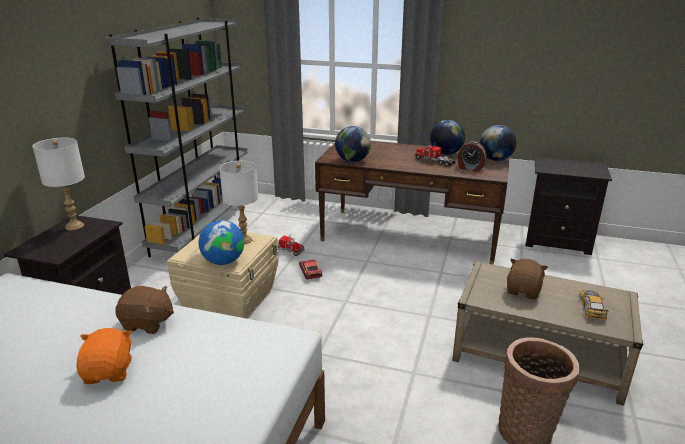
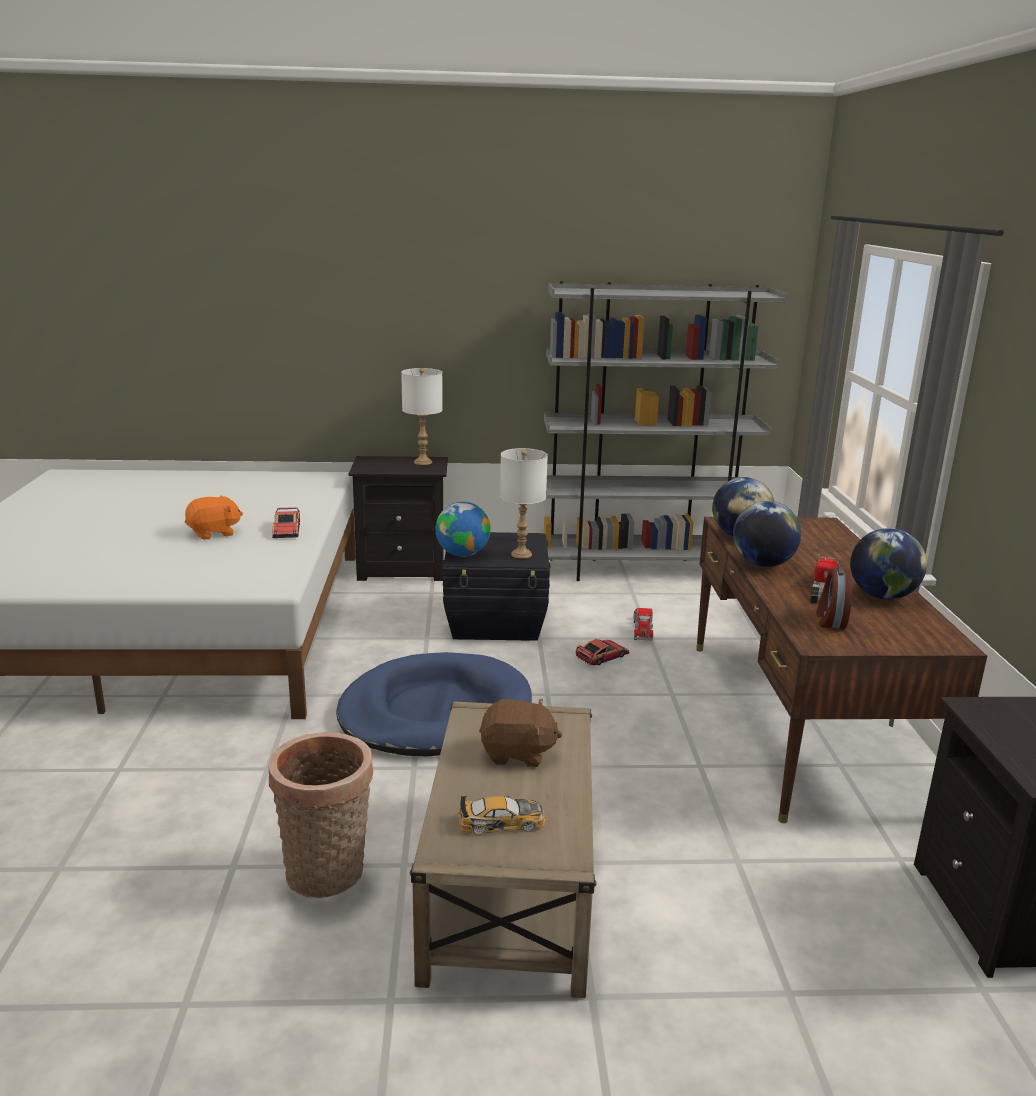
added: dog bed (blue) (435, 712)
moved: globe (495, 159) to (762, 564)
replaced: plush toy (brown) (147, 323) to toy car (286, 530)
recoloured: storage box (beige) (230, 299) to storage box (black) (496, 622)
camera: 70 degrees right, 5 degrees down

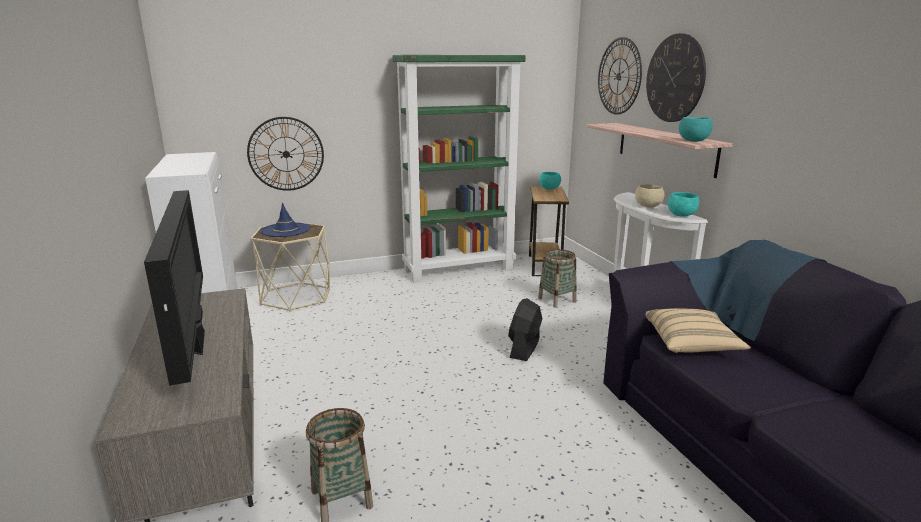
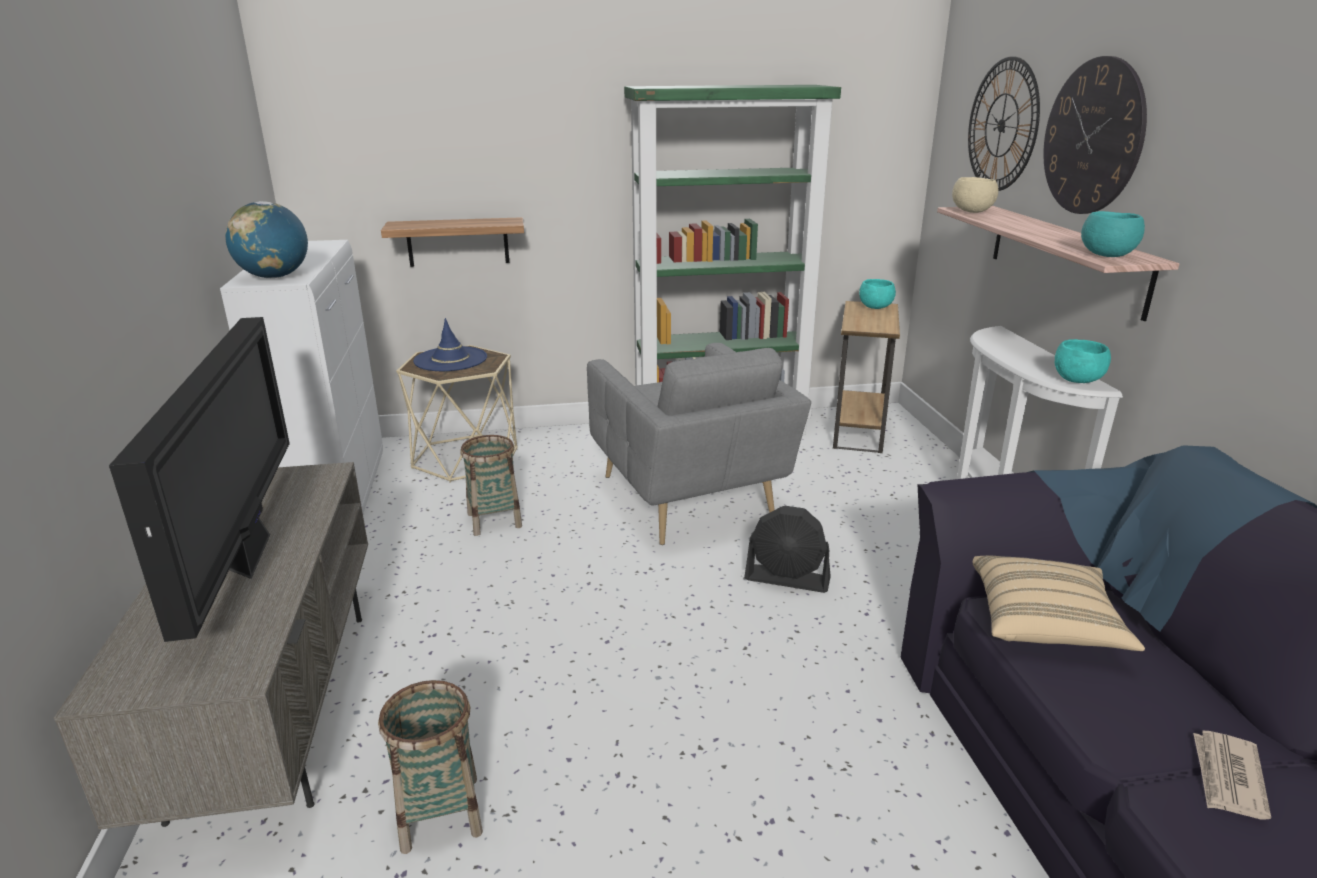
added: globe (274, 277); armchair (grey) (689, 501); newspaper (1227, 777)
moved: basket (557, 300) to (494, 520); bowl (beige) (648, 206) to (972, 212)
replaced: wall clock (286, 154) to shelf (458, 242)
turned: fan (black) (524, 348) = (787, 579) 105 degrees counterclockwise
camera: 10 degrees right, 5 degrees up

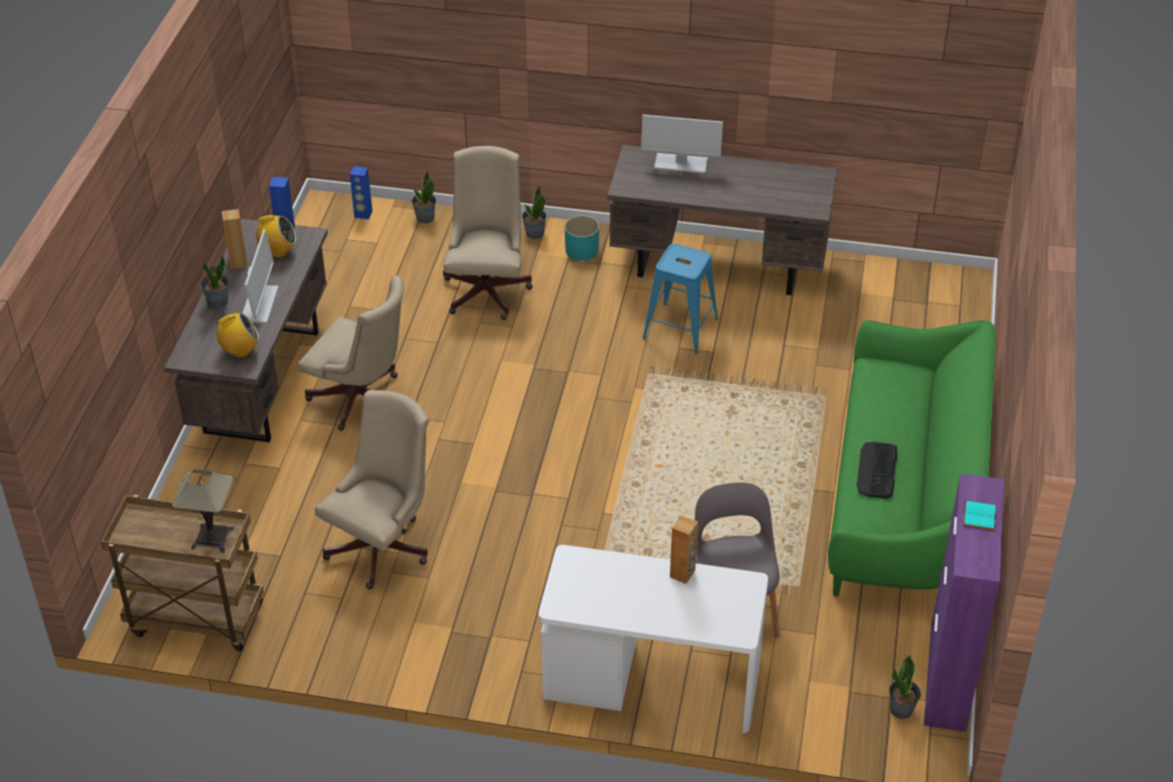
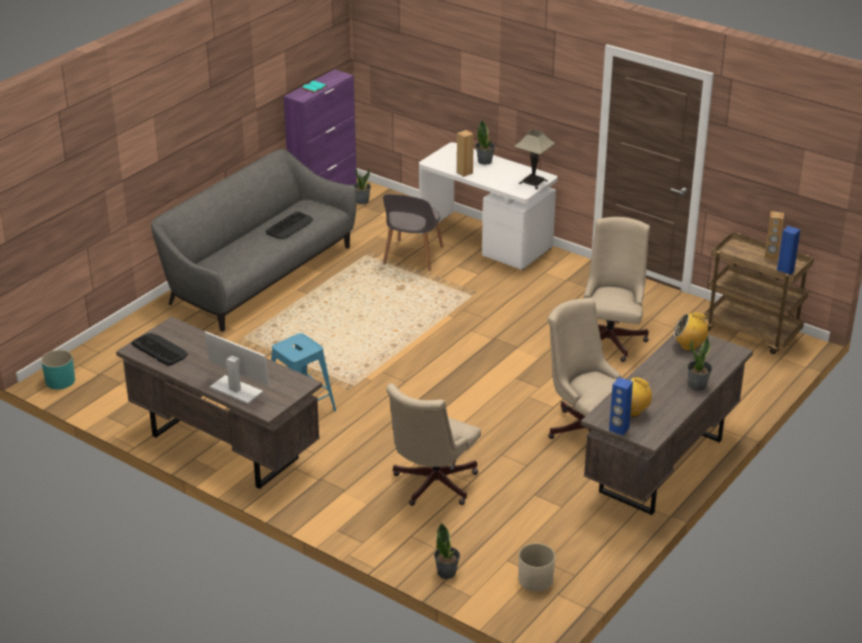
removed: monitor (259, 305)
added: keyboard (159, 349); planter (beige) (535, 580)
moved: table lamp (212, 538) to (533, 182); speaker (brown) (238, 262) to (771, 256); speaker (blue) (363, 214) to (785, 272); potted plant (534, 233) to (485, 161); planter (turquoise) (581, 250) to (60, 381)
recoloured: sofa (green) (904, 499) to sofa (grey) (258, 275)
turned: office chair (beige) (383, 545) = (611, 338) 135 degrees clockwise
camera: 155 degrees left, 10 degrees down

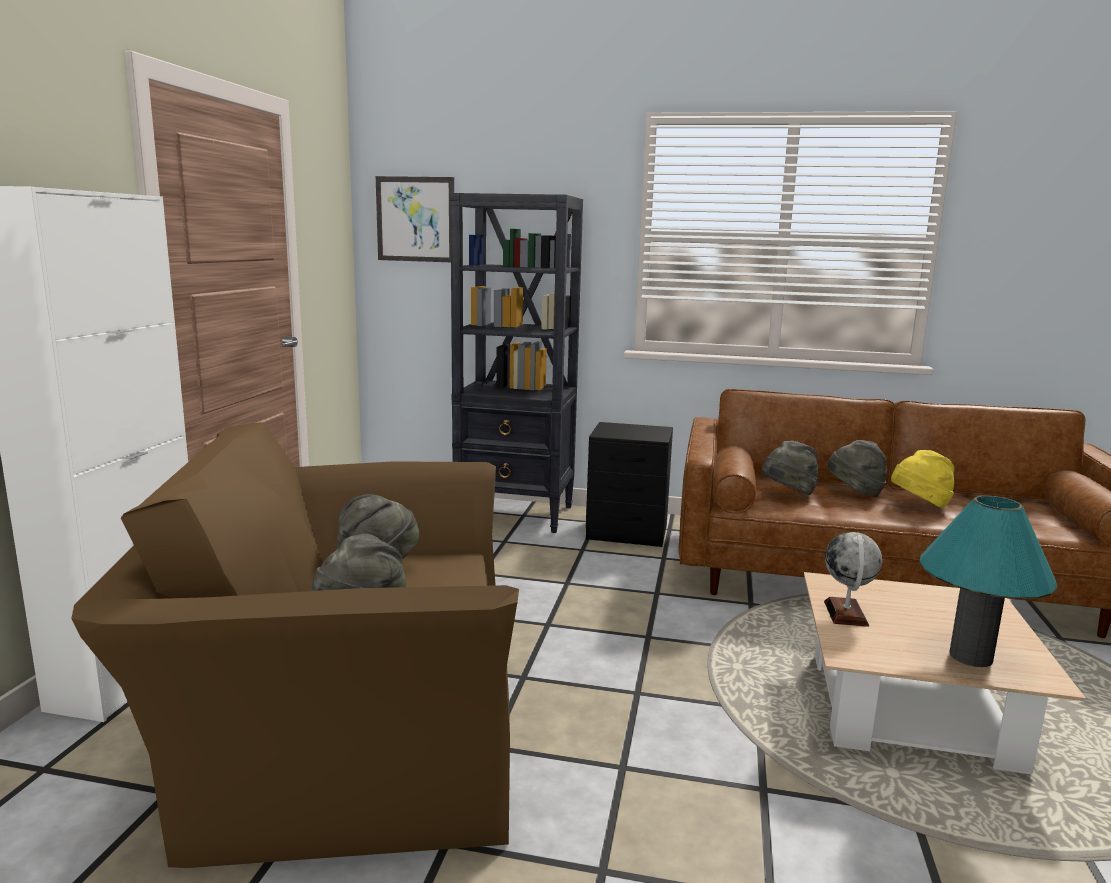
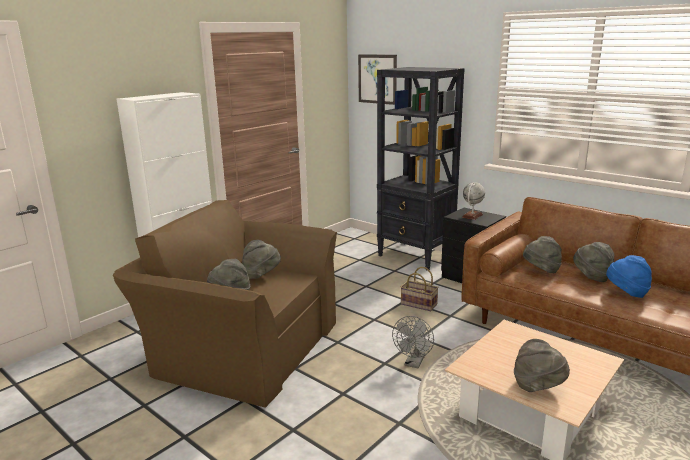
added: fan (grey) (414, 363); basket (417, 304)
moved: globe (846, 613) to (472, 216)
replaced: table lamp (turquoise) (970, 656) to hat (grey) (538, 387)
recoloured: hat (yellow) (919, 506) to hat (blue) (626, 293)
camera: 30 degrees right, 5 degrees up

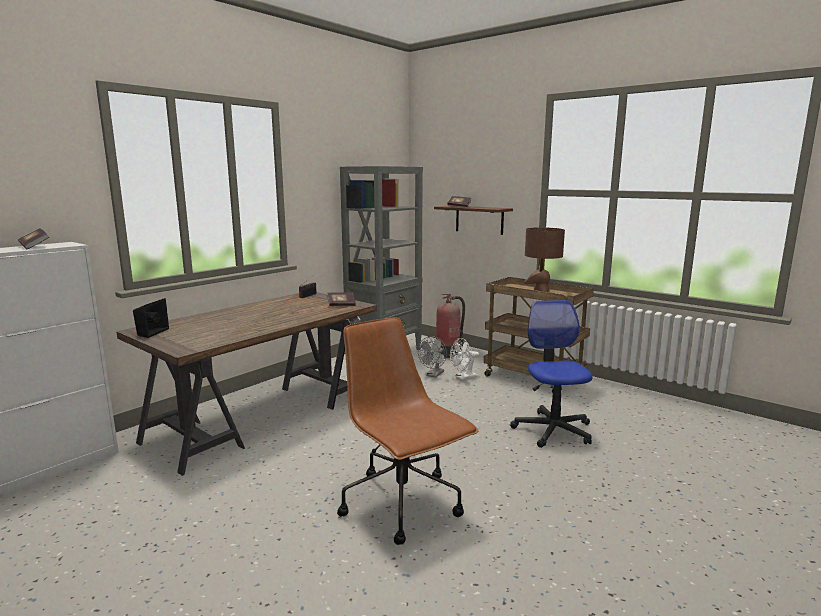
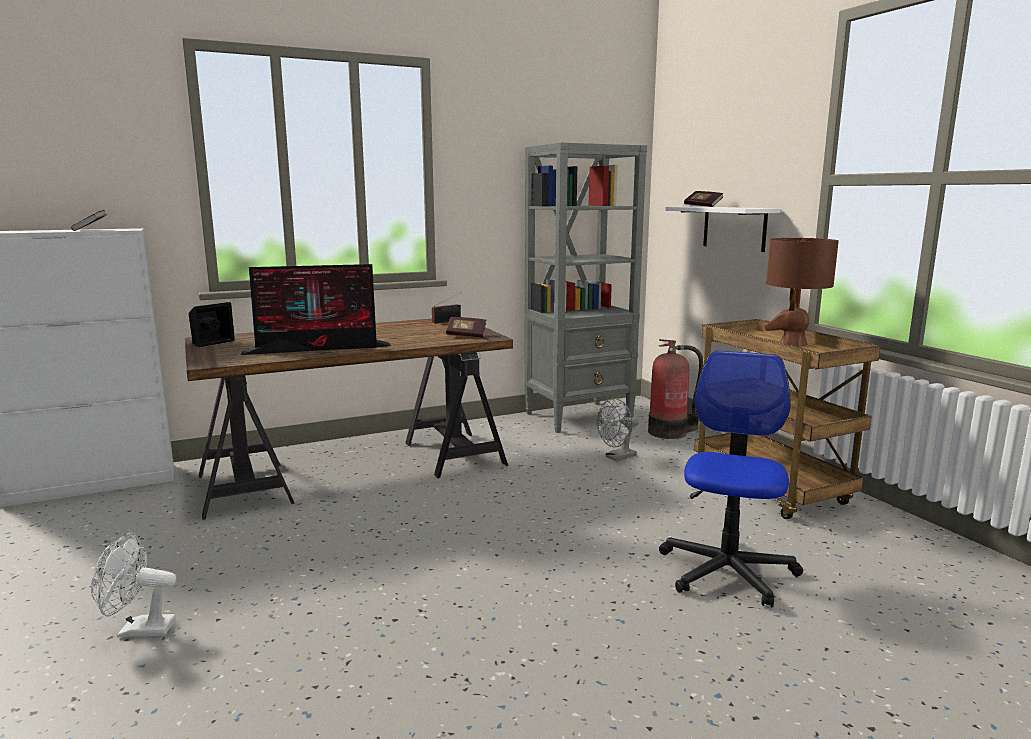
removed: office chair (brown) (403, 504)
added: monitor (320, 348)
moved: fan (white) (463, 378) to (138, 630)
recoloured: shelf (brown) (479, 219) to shelf (white) (734, 228)
camera: 25 degrees right, 0 degrees up

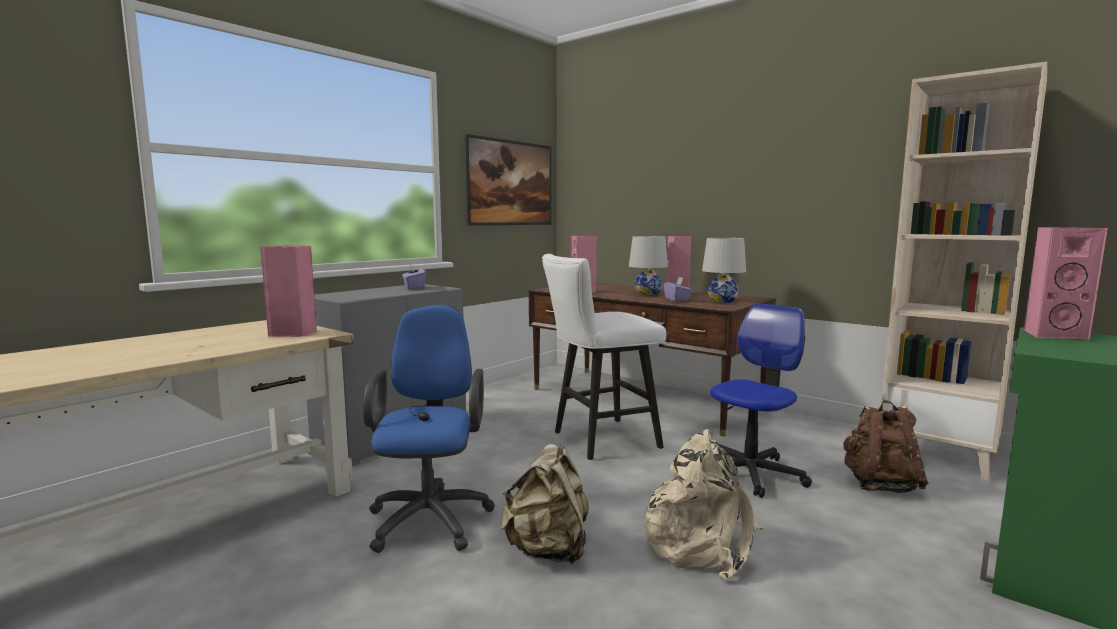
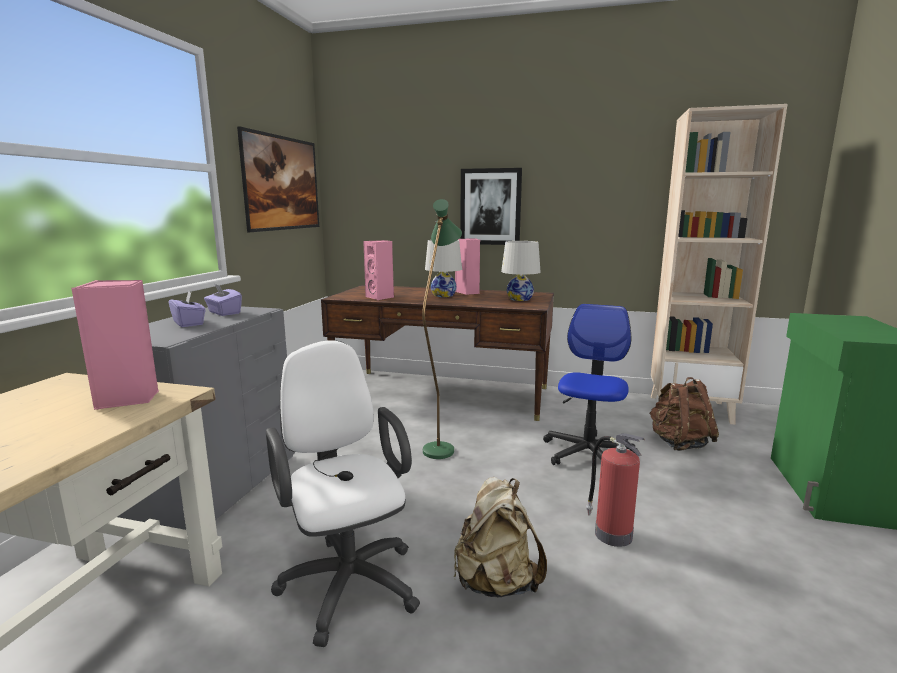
removed: speaker (pink) (1052, 335)
added: picture (490, 207)
moved: tissue box (purple) (677, 300) to (189, 323)
replaced: stool (white) (599, 440) to floor lamp (green) (440, 446); backpack (beige) (702, 543) to fire extinguisher (611, 533)
recoloured: office chair (blue) (431, 517) to office chair (white) (347, 579)
camera: 25 degrees left, 5 degrees up

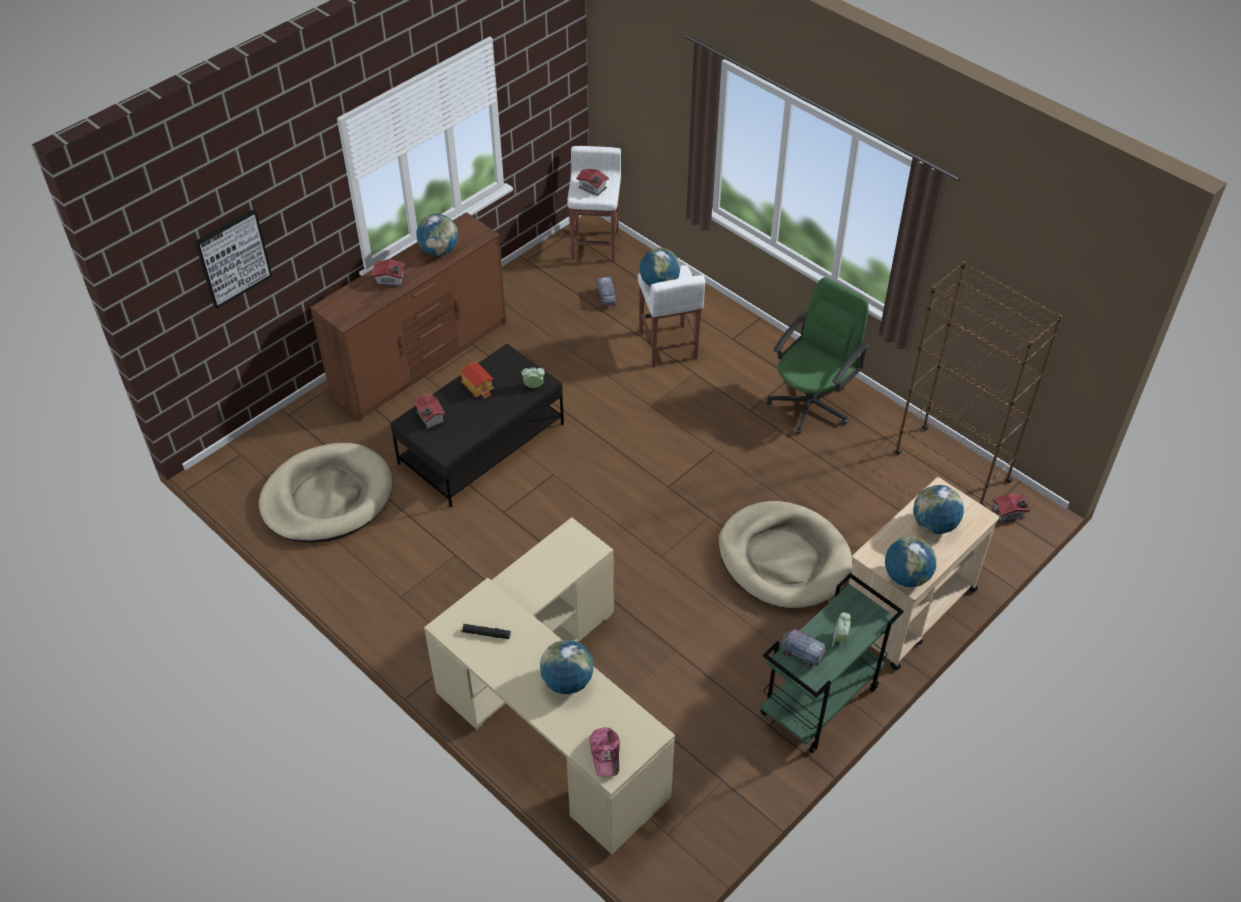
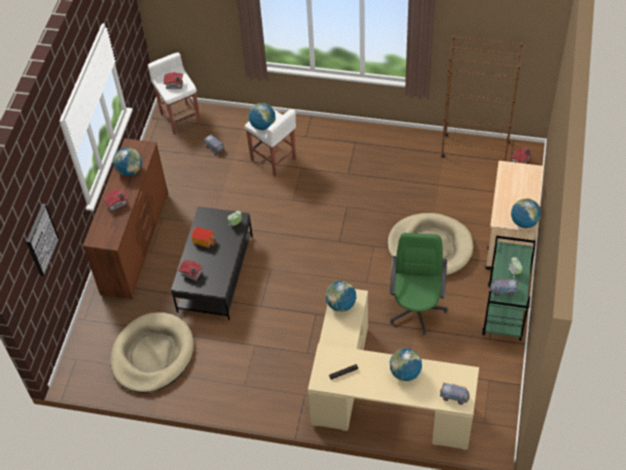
moved: office chair (green) (811, 404) to (416, 308); globe (934, 525) to (341, 304)
replaced: cap (605, 753) to toy truck (454, 397)
camera: 30 degrees left, 5 degrees up

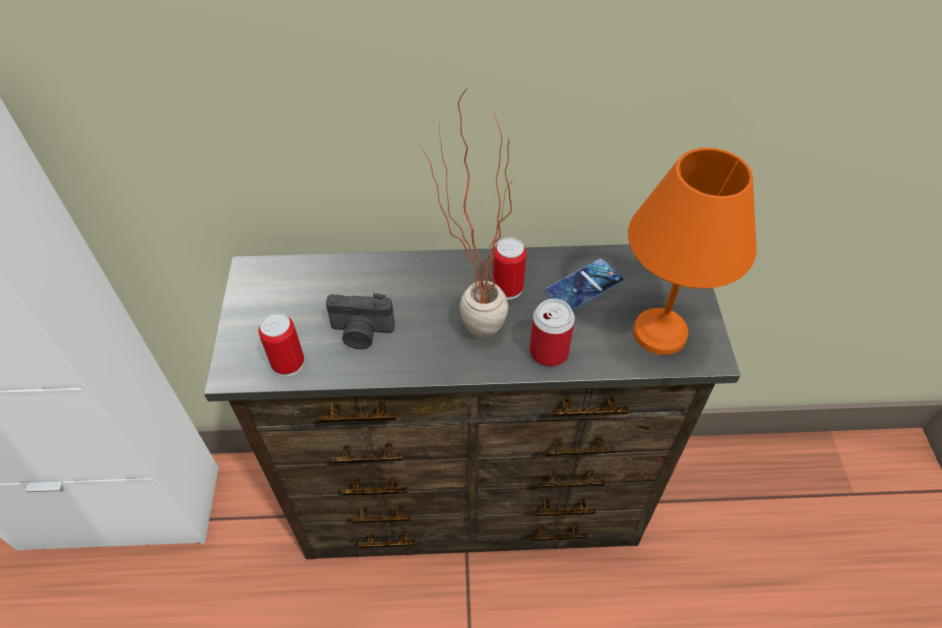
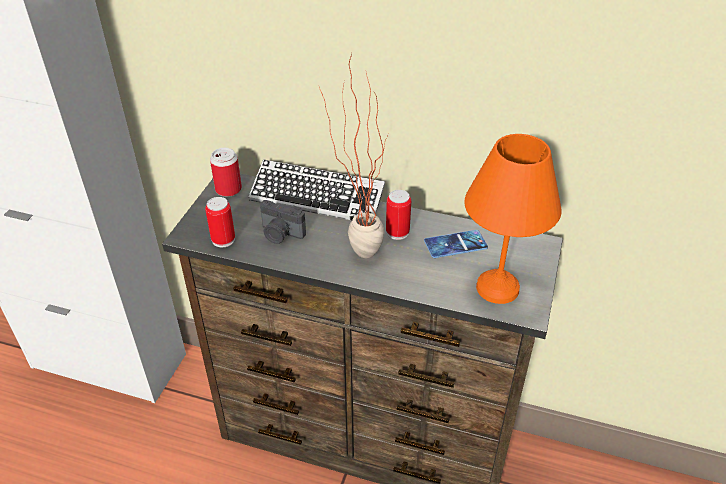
added: keyboard (317, 198)
moved: can (548, 352) to (228, 189)
camera: 20 degrees right, 10 degrees down

